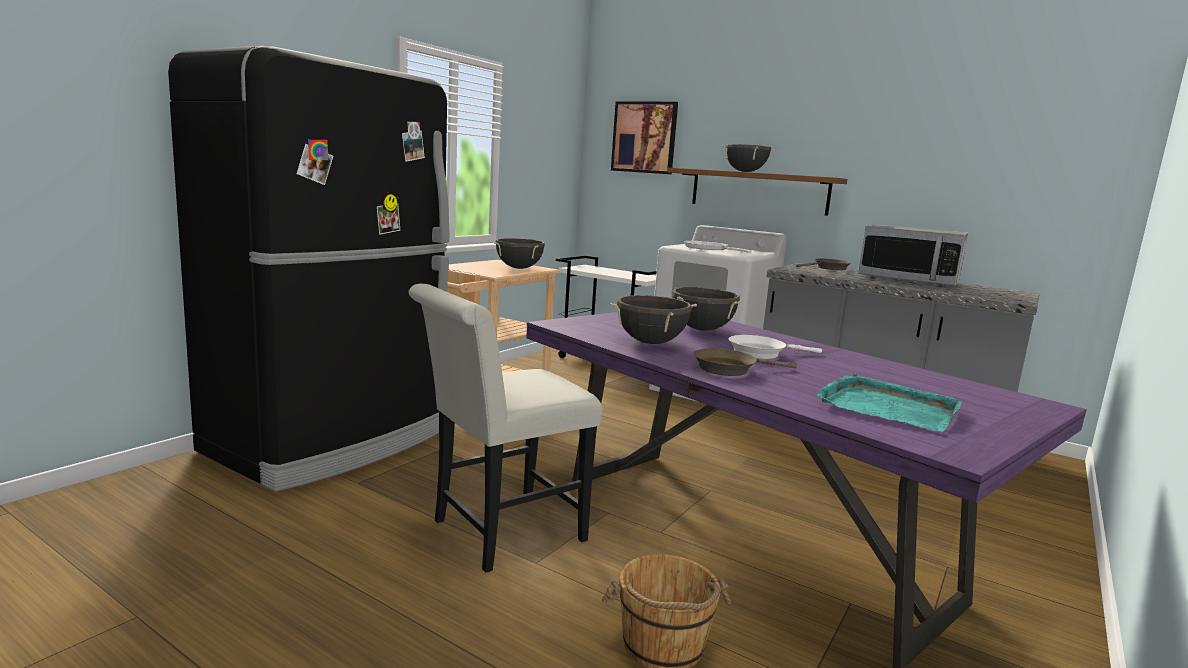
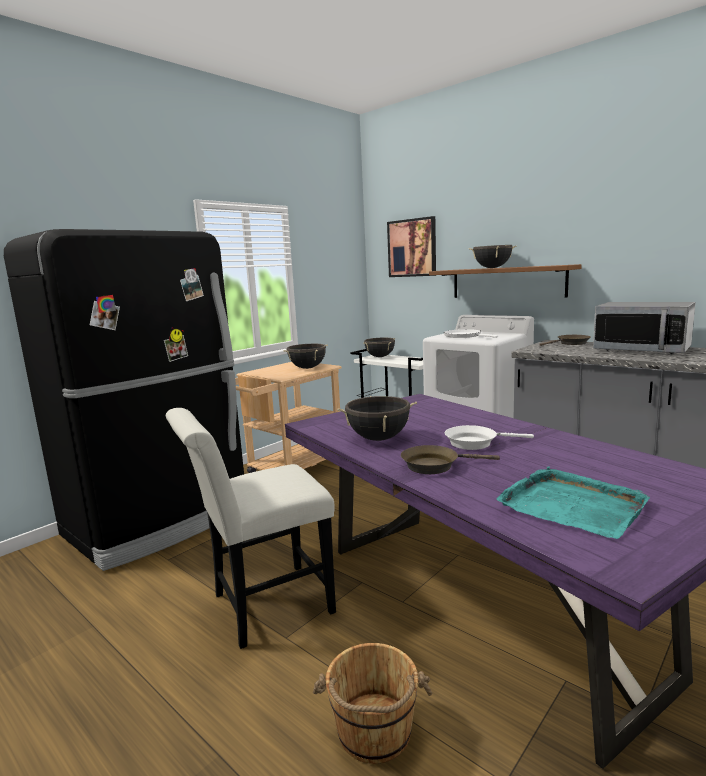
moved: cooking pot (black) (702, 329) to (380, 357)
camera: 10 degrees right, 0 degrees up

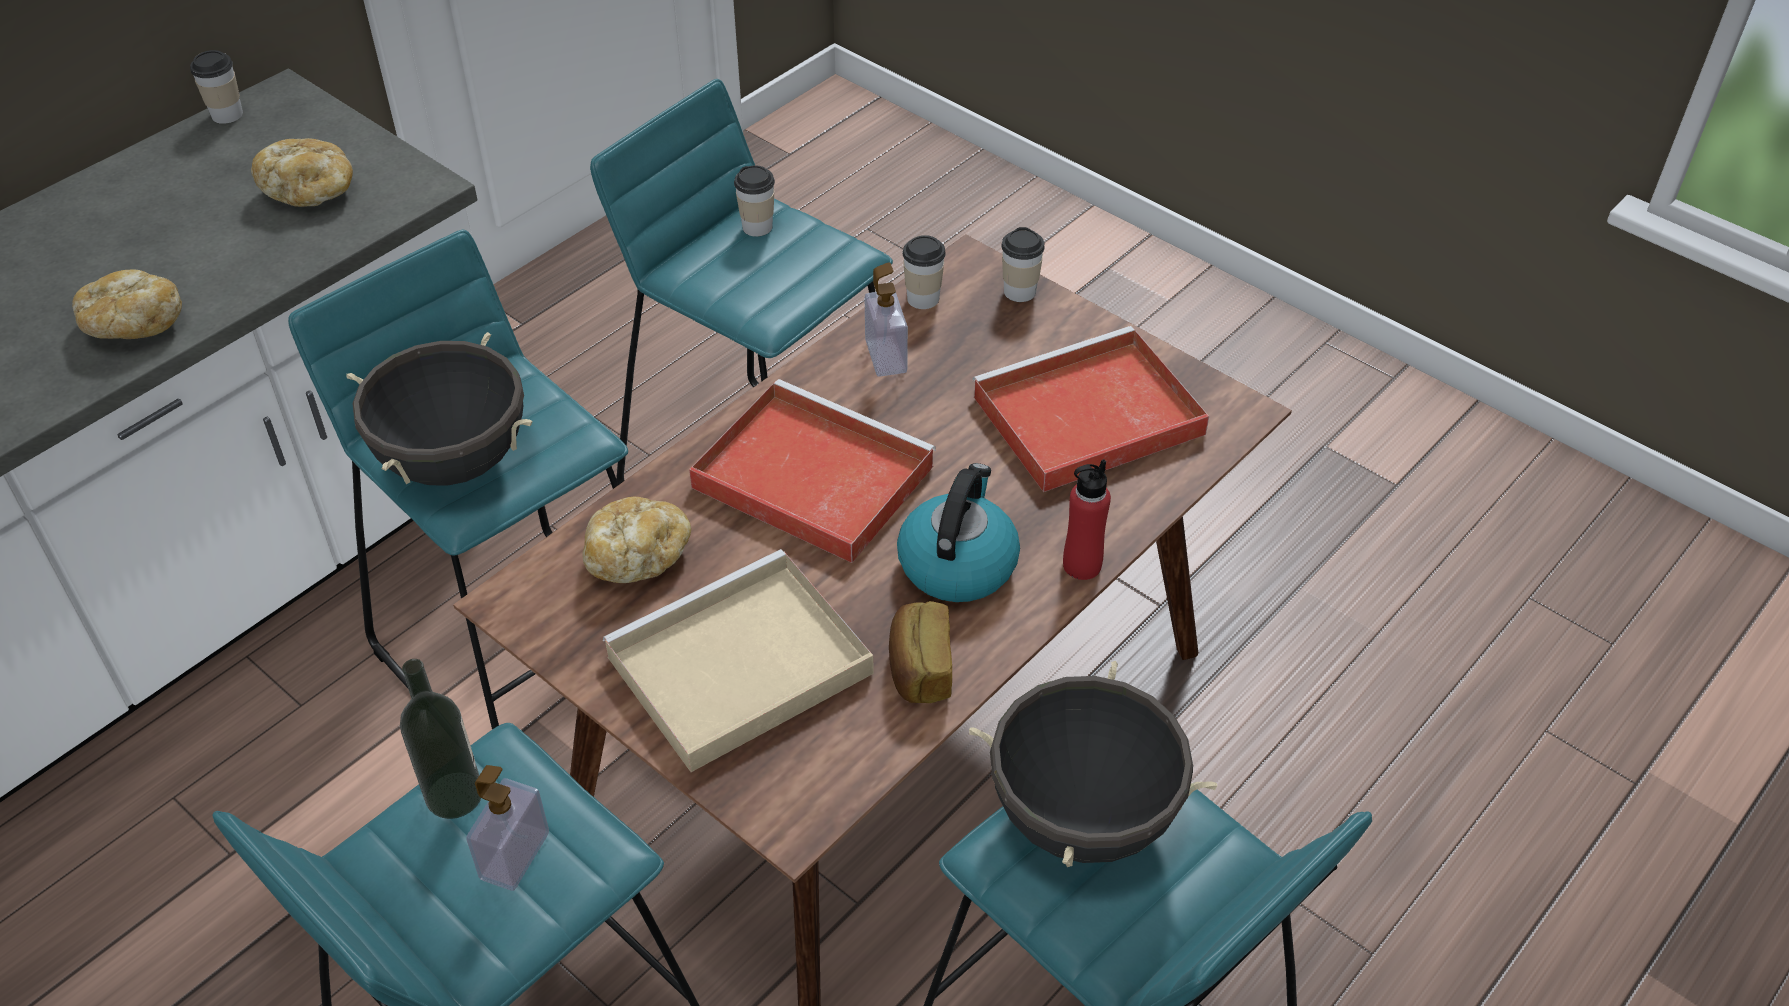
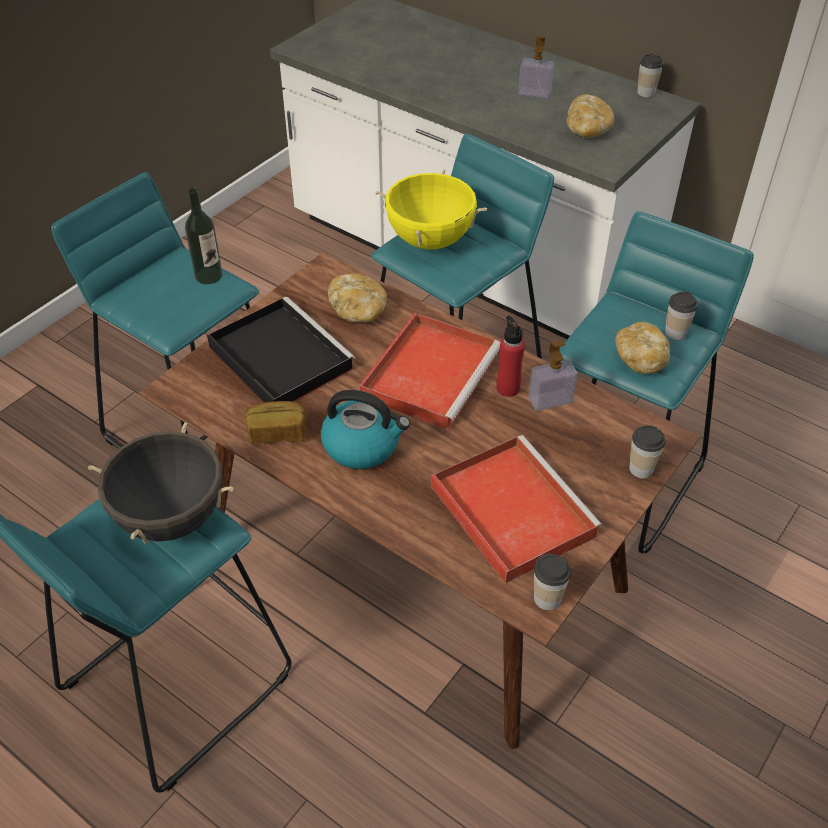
moved: bread (133, 325) to (641, 358); soap dispenser (515, 856) to (534, 93); cup (923, 298) to (547, 598); bottle (red) (1081, 565) to (508, 388)
recoloured: cooking pot (black) (454, 461) to cooking pot (yellow) (430, 240); tray (beige) (736, 668) to tray (black) (278, 356)
camera: 85 degrees right, 0 degrees up

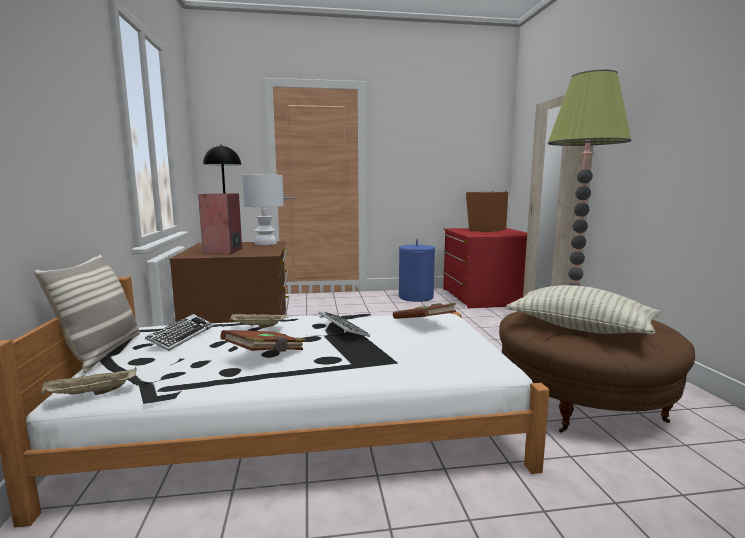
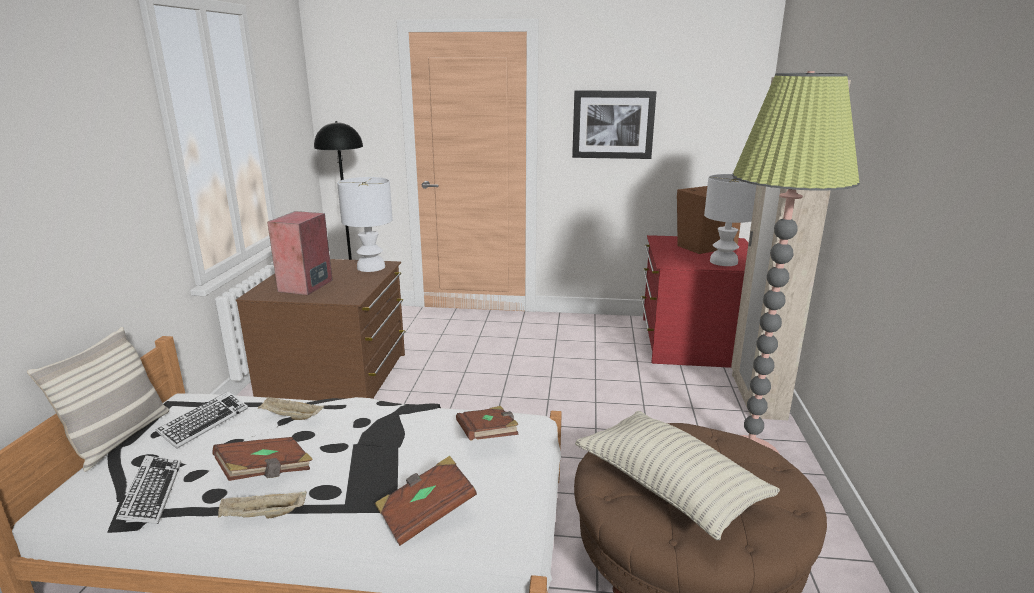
removed: laundry basket (blue) (416, 297)
added: book (brown) (426, 514); picture (613, 124); table lamp (white) (723, 262)
moved: tray (beige) (90, 394) to (263, 516); keyboard (342, 328) to (151, 494)
camera: 15 degrees right, 10 degrees up

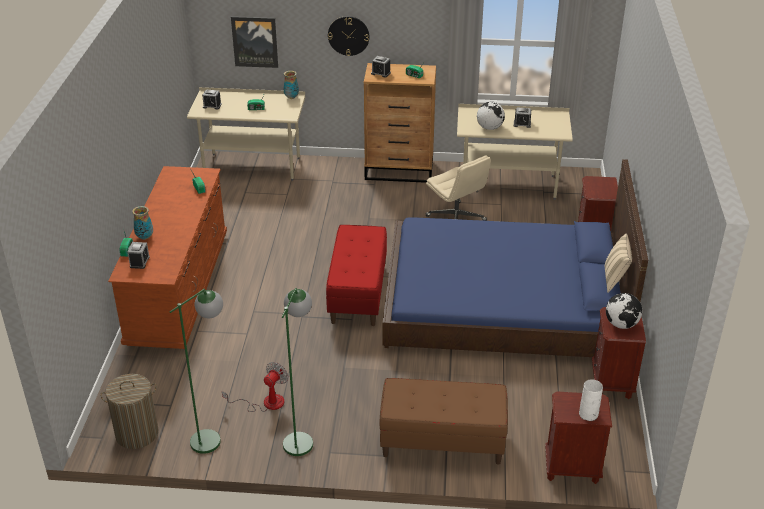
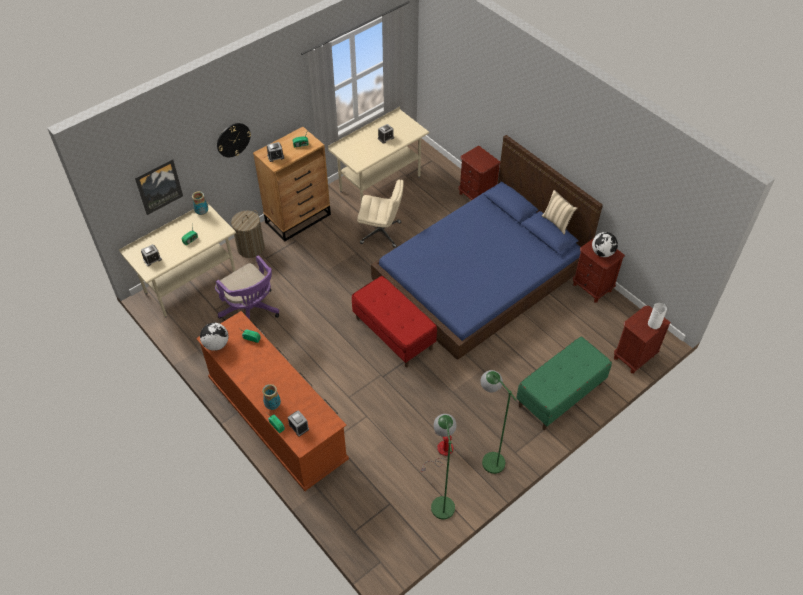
added: office chair (purple) (251, 312)
moved: laundry basket (137, 433) to (251, 248); globe (489, 128) to (216, 344)
recoloured: bench (brown) (442, 442) to bench (green) (560, 395)
camera: 45 degrees left, 15 degrees up

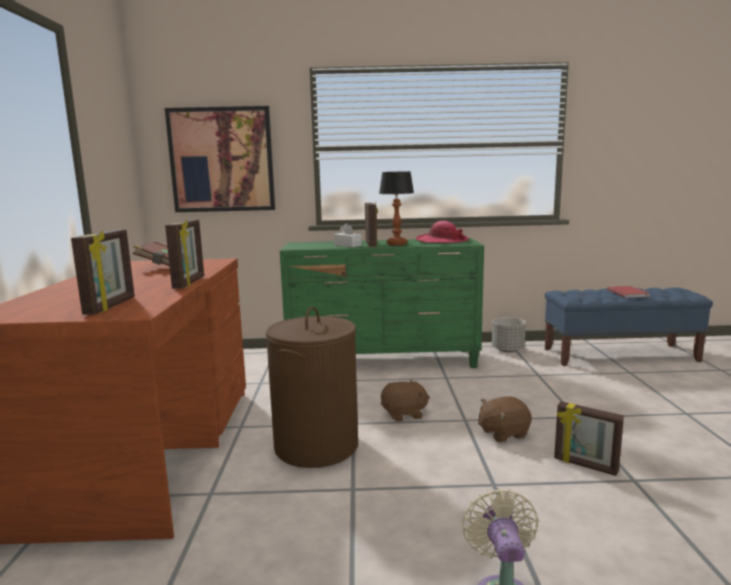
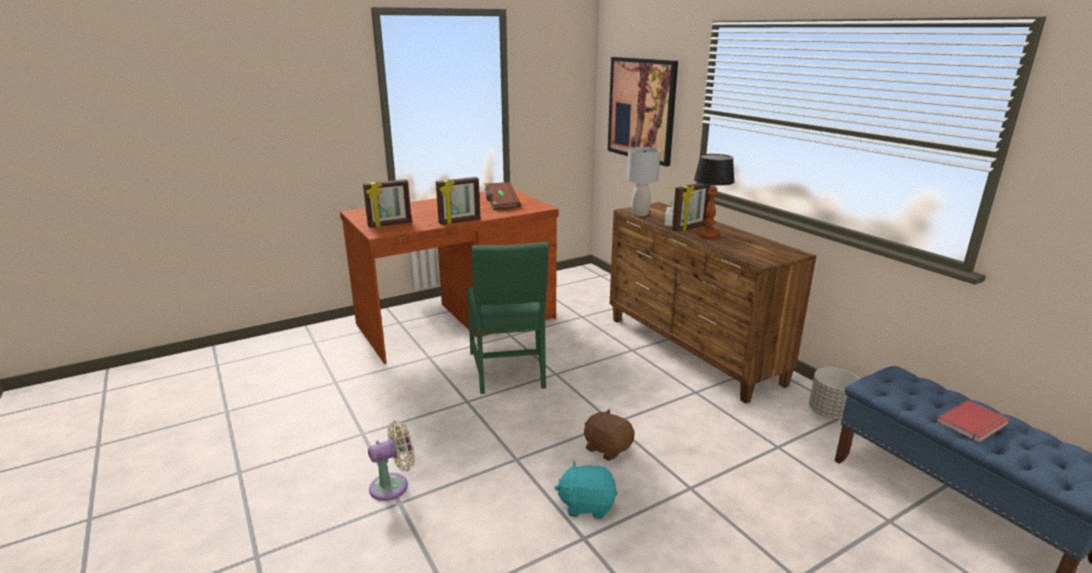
removed: plush toy (brown) (404, 414); hat (442, 241)
added: table lamp (grey) (640, 214)
replaced: laundry basket (brown) (316, 446) to chair (green) (509, 371); picture frame (585, 466) to plush toy (turquoise) (587, 505)
recoloured: dresser (green) (383, 361) to dresser (brown) (691, 350)
camera: 60 degrees right, 10 degrees up

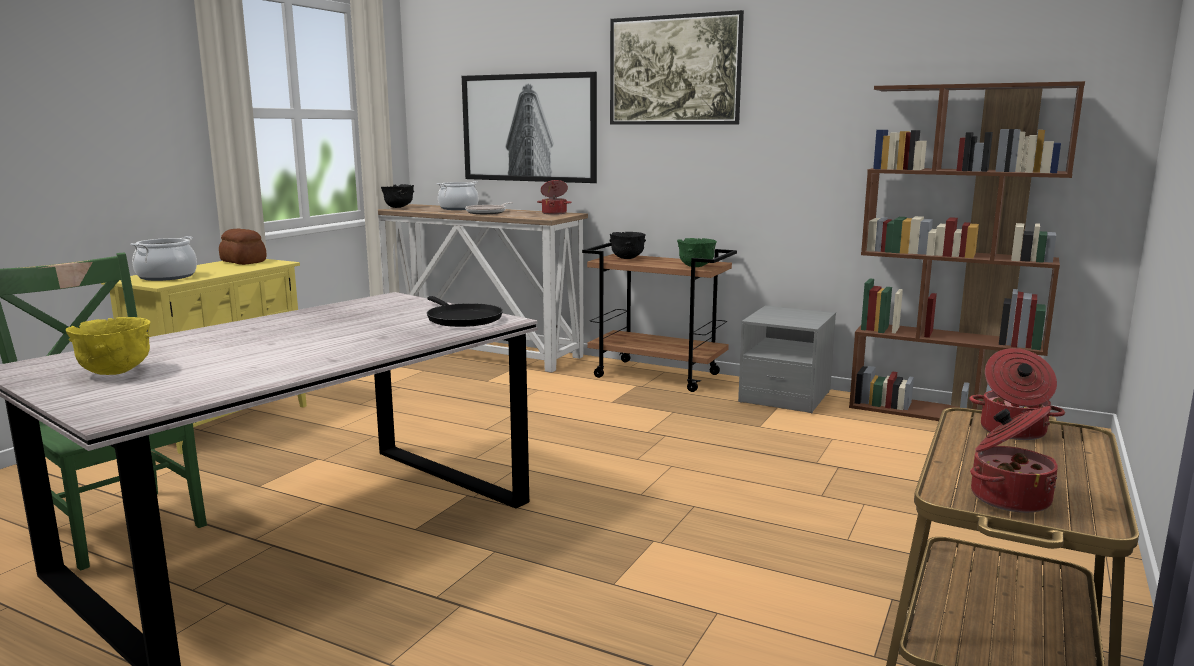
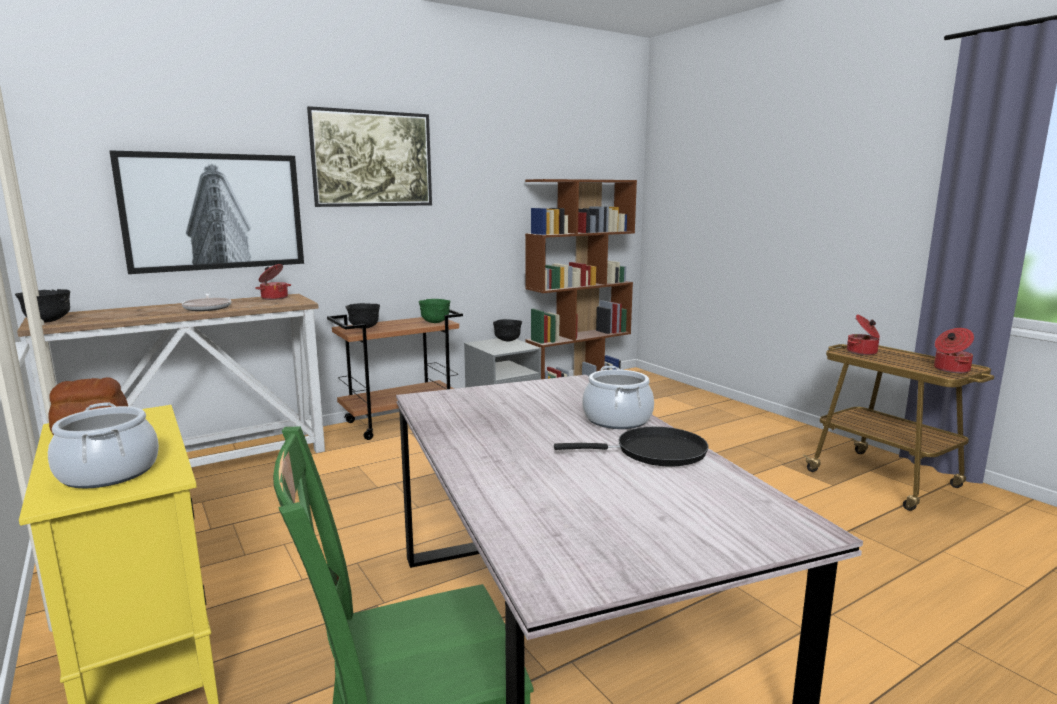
removed: bowl (yellow) (116, 372)
added: bowl (black) (507, 340)
moved: frying pan (black) (462, 319) to (654, 452); cooking pot (458, 208) to (617, 419)
camera: 60 degrees left, 0 degrees up

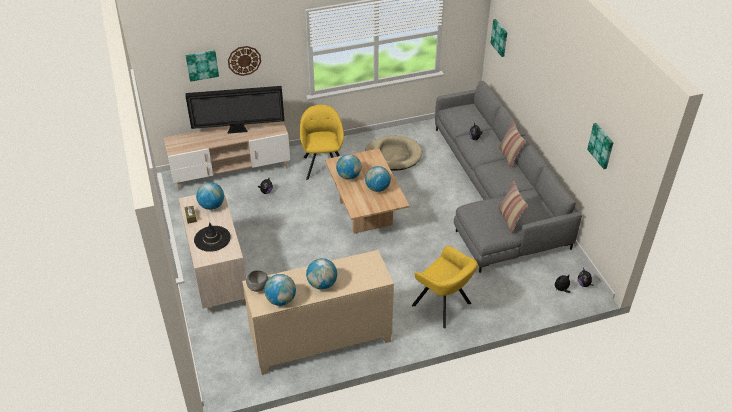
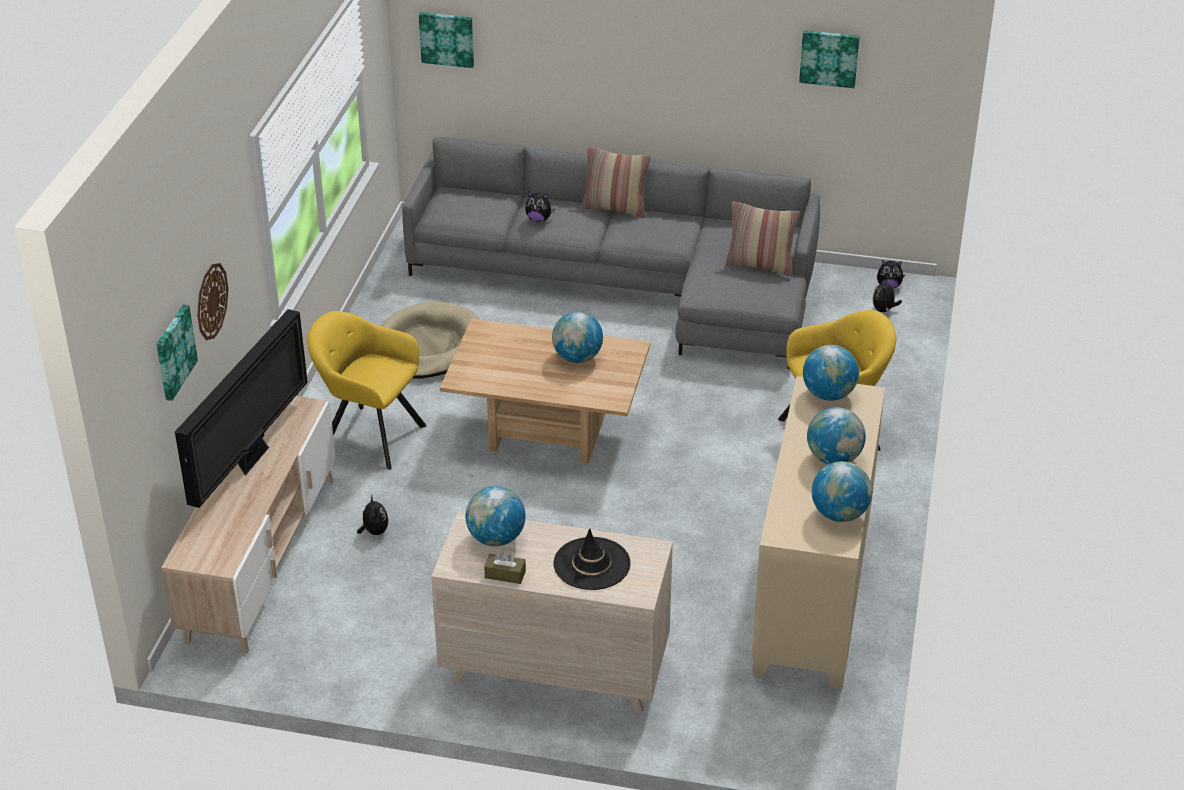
removed: bowl (grey) (258, 287)
moved: globe (349, 176) to (828, 394)
camera: 60 degrees left, 5 degrees down

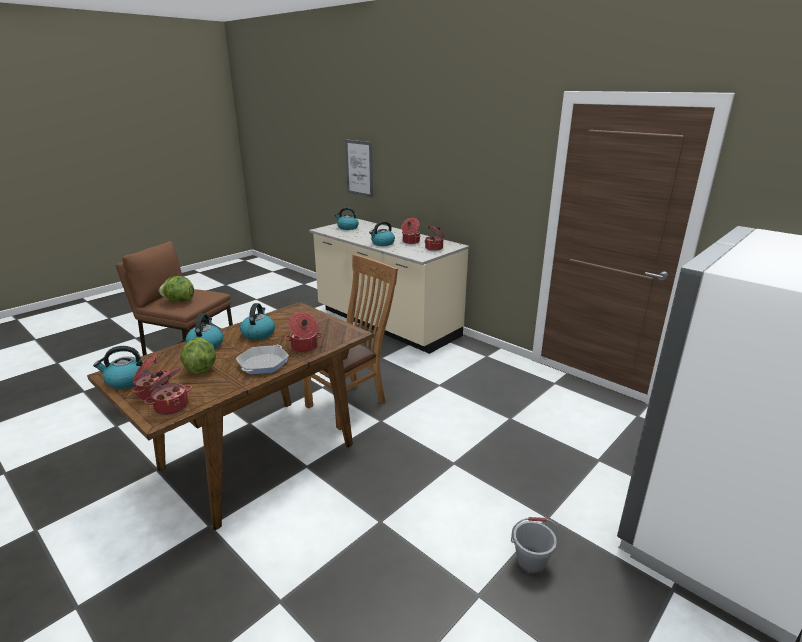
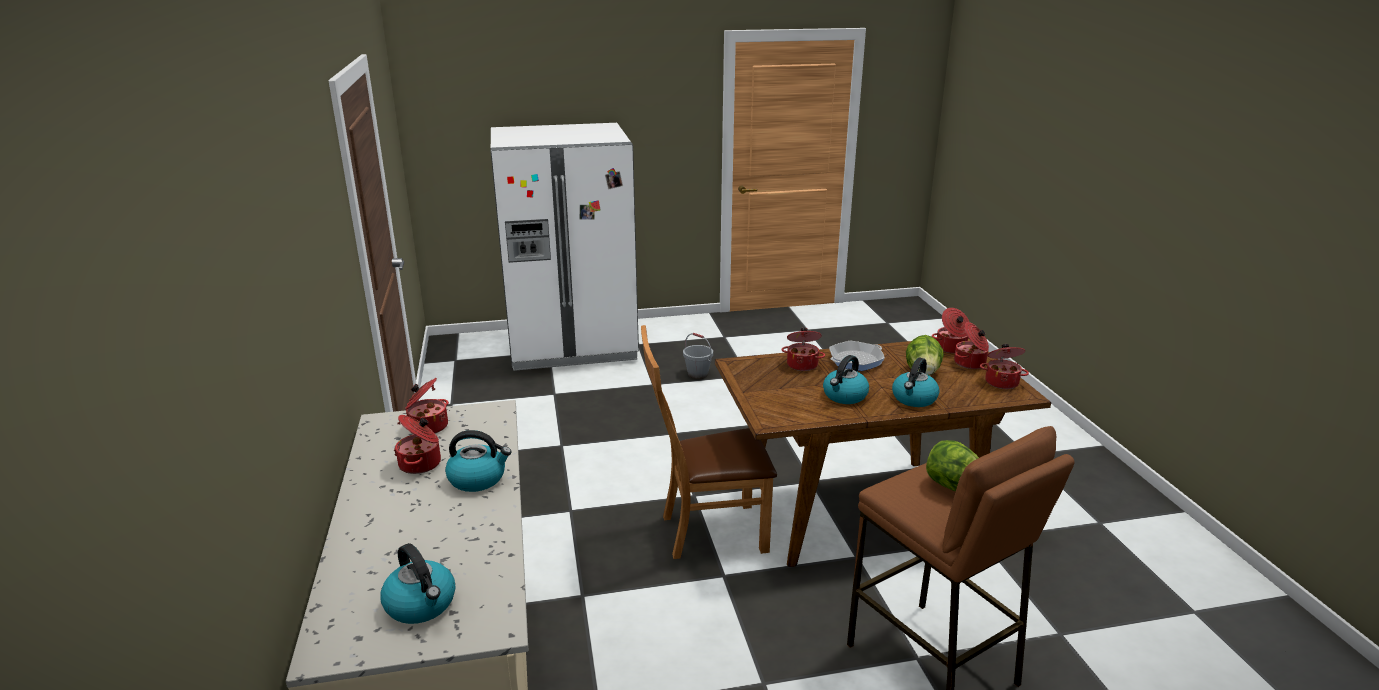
removed: picture (359, 168)
replaced: kettle (126, 380) to cooking pot (1001, 382)
camera: 145 degrees left, 0 degrees up

